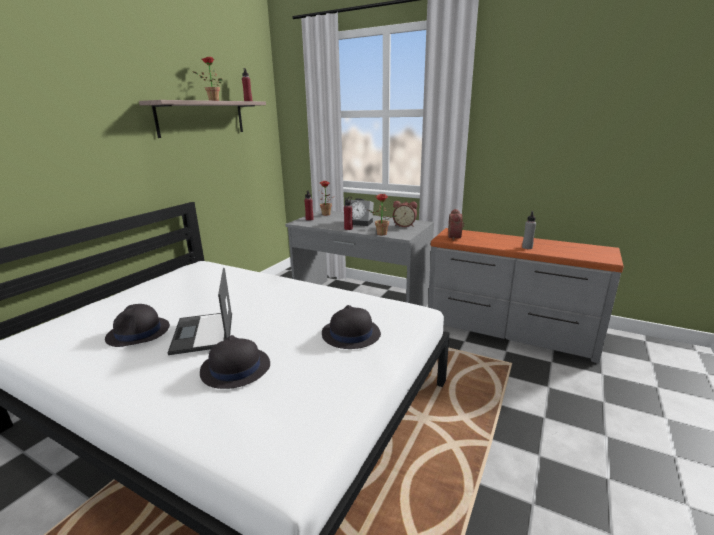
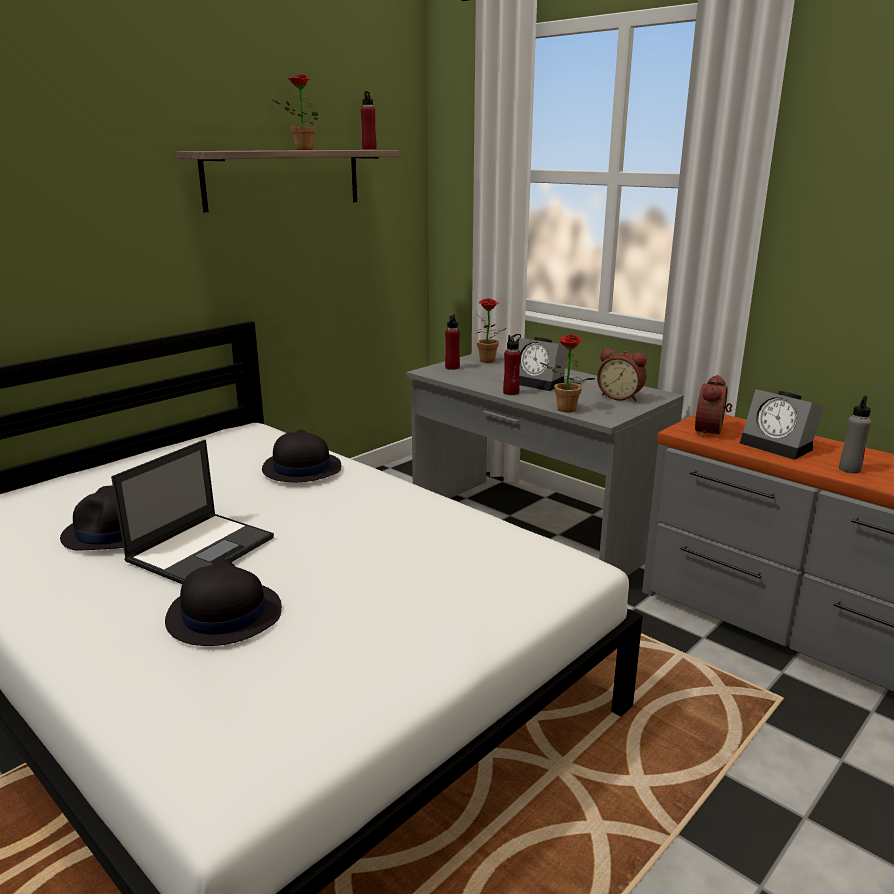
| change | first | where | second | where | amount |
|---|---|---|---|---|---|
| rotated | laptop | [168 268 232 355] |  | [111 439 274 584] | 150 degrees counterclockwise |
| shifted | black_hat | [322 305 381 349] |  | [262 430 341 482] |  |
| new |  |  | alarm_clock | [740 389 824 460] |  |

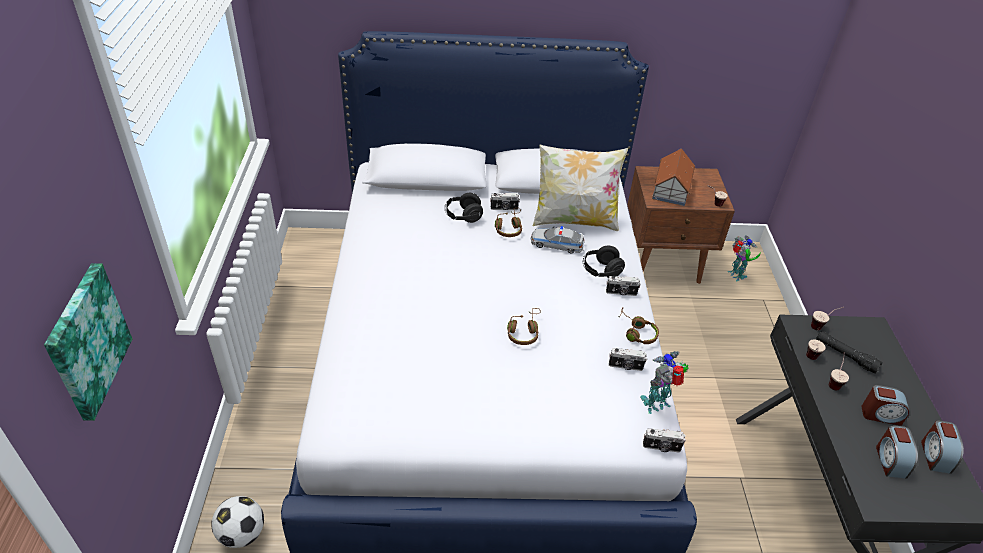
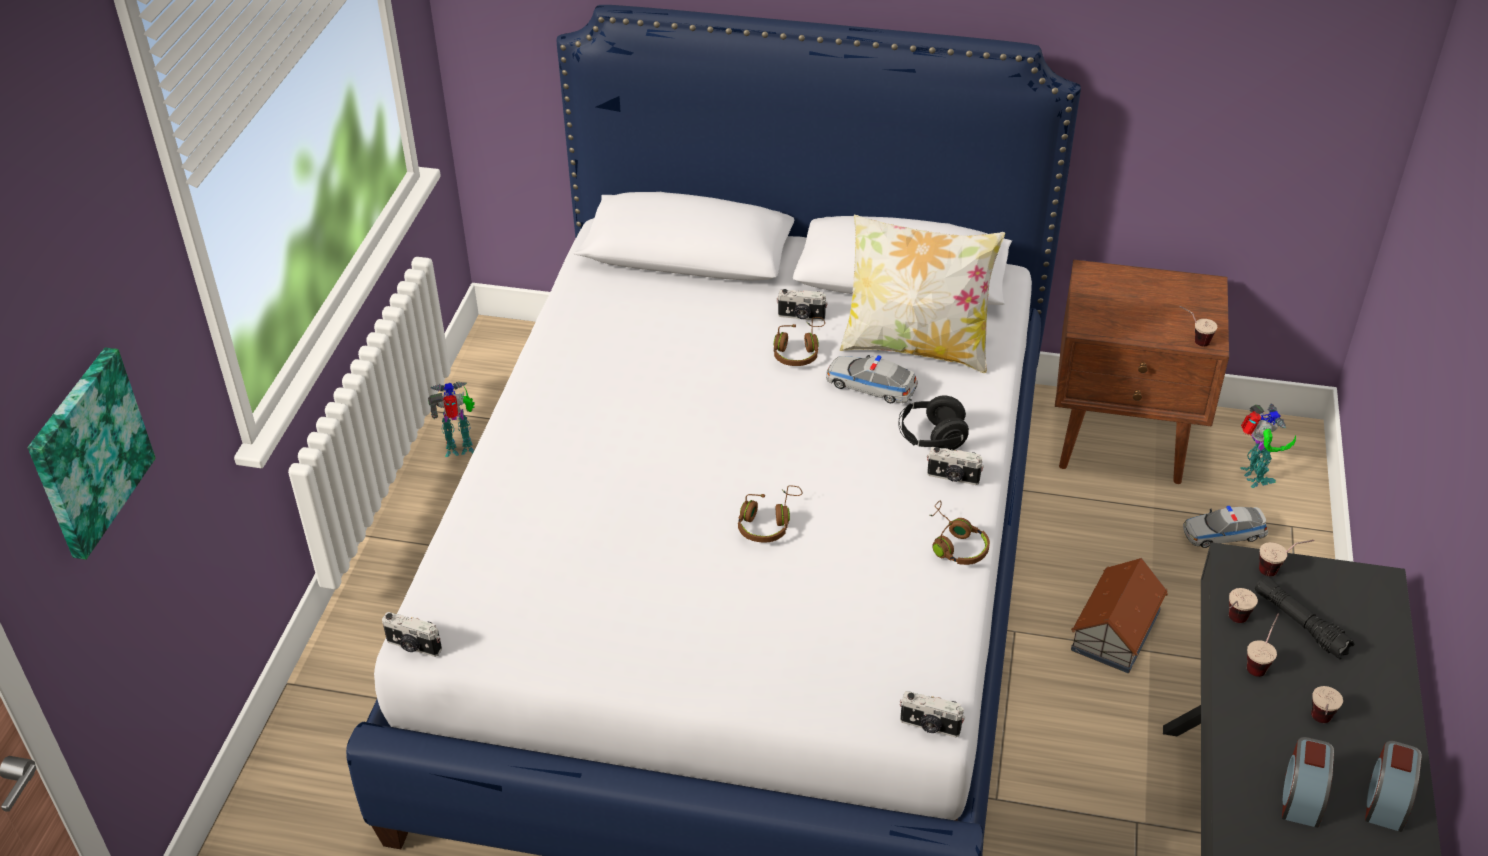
| change | first | where | second | where | amount |
|---|---|---|---|---|---|
| shifted | photo_camera | [609 348 647 371] |  | [382 612 442 657] |  |
| shifted | toy_robot | [640 351 688 414] |  | [428 382 475 457] |  |
| shifted | toy_house | [652 148 695 206] |  | [1071 558 1168 673] |  |
| new |  |  | toy_car | [1183 506 1268 548] |  |
| swapped | alarm_clock | [862 385 909 426] | cup | [1311 686 1343 723] |  |
| gone | football | [211 496 264 548] |  |  |  |
| gone | black_headphones | [445 193 483 223] |  |  |  |

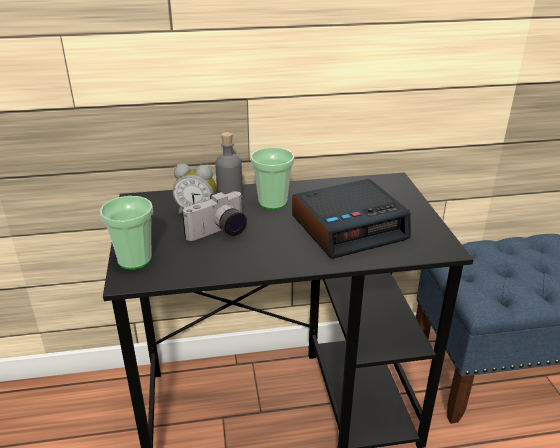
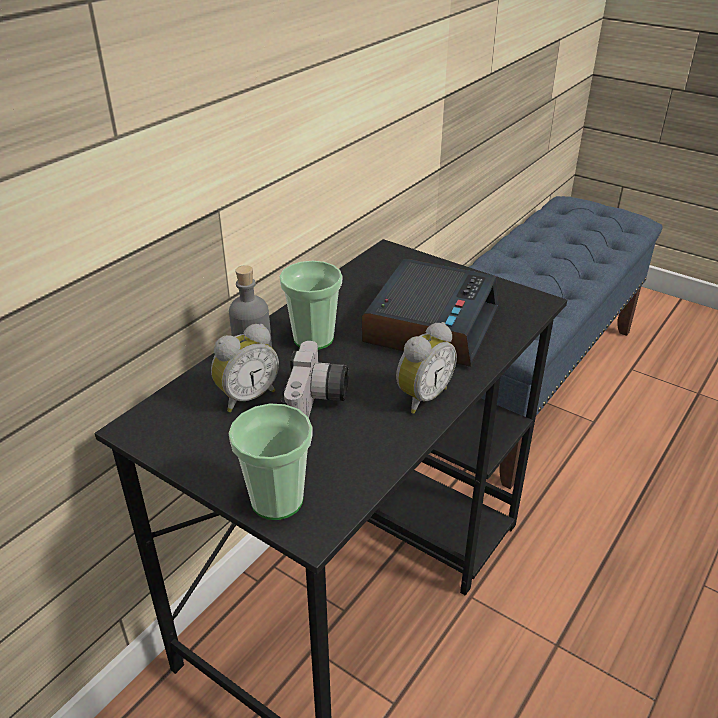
| change | first | where | second | where | amount |
|---|---|---|---|---|---|
| new |  |  | alarm_clock | [396 322 457 414] |  |

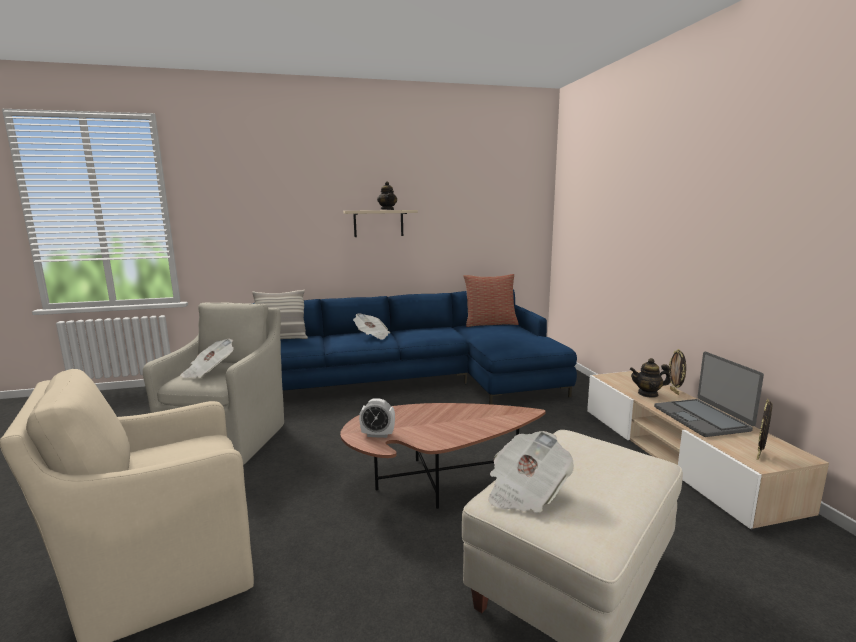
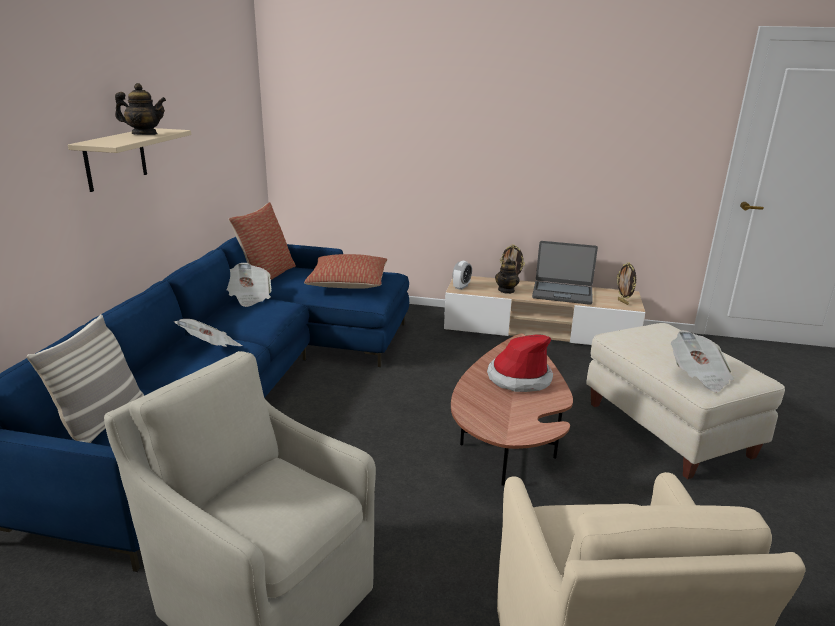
| change | first | where | second | where | amount |
|---|---|---|---|---|---|
| shifted | newspaper | [180 339 234 378] |  | [227 263 271 307] |  |
| new |  |  | pillow | [304 254 387 289] |  |
| shifted | alarm_clock | [359 398 395 438] |  | [453 261 472 290] |  |
| new |  |  | hat | [487 334 553 392] |  |

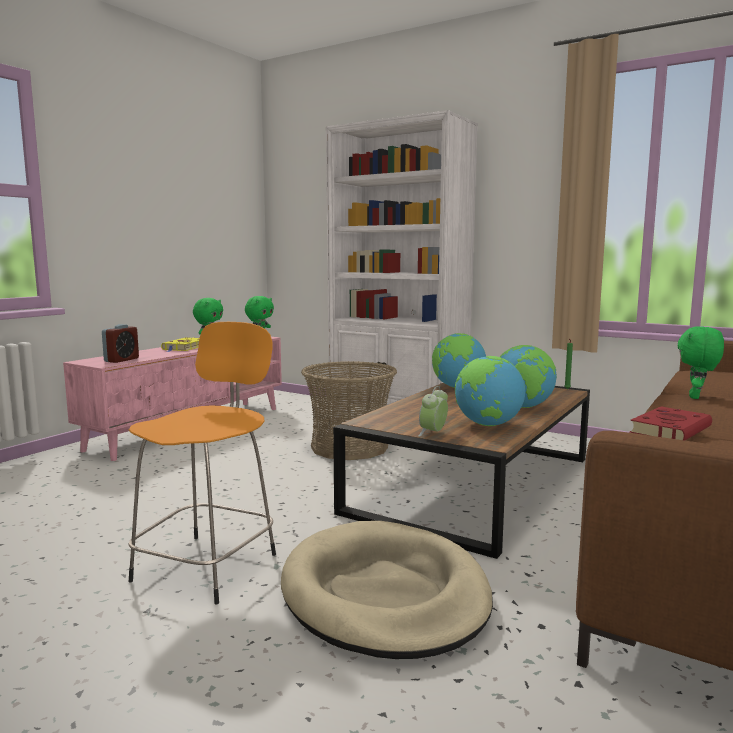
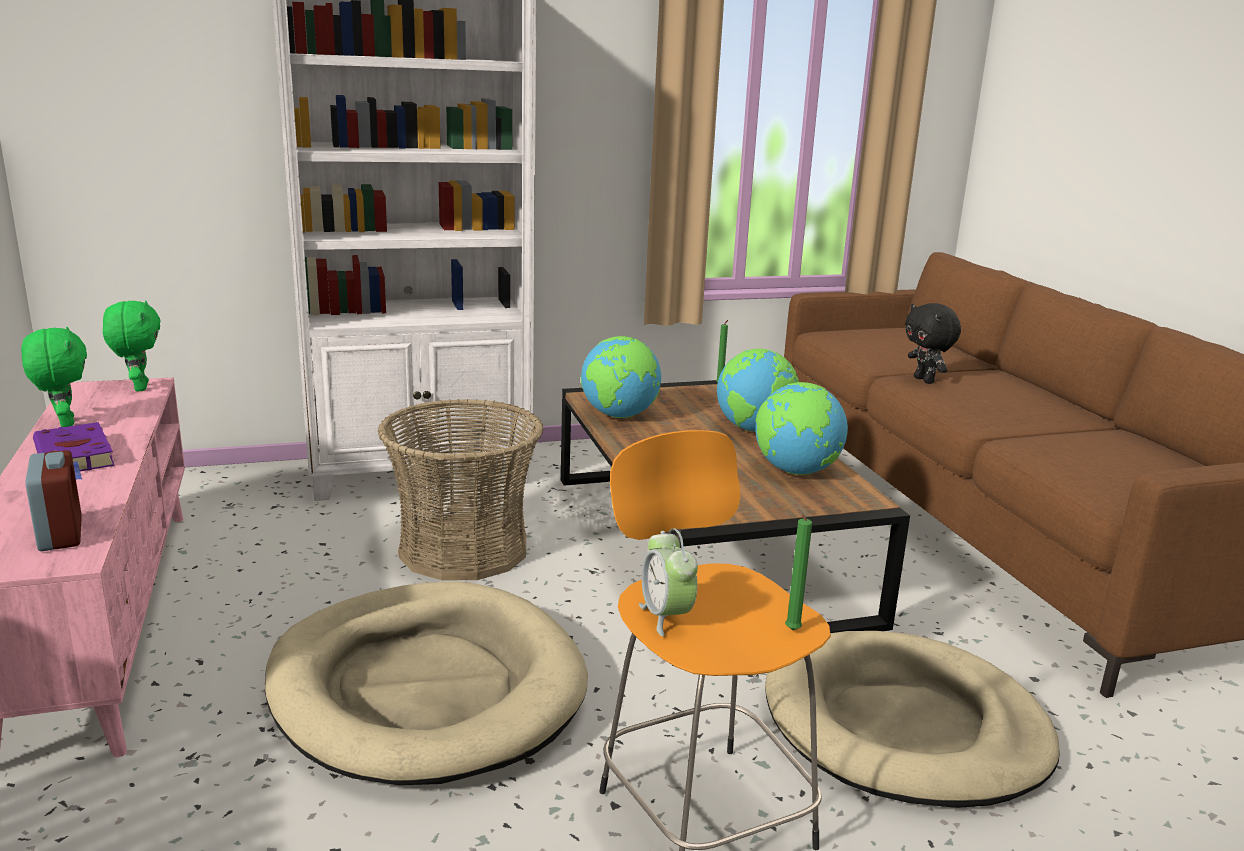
| change | first | where | second | where | amount |
|---|---|---|---|---|---|
| repainted | yellow_book | [161 337 200 352] | purple_book | [33 422 115 480] |  |
| new |  |  | beige_dog_bed | [265 581 588 785] |  |
| shifted | alarm_clock | [418 386 448 437] |  | [639 528 698 636] |  |
| new |  |  | green_candle | [785 504 812 630] |  |
| repainted | green_plush_toy | [678 326 724 399] | black_plush_toy | [905 303 961 384] |  |
| gone | red_book | [630 407 712 440] |  |  |  |

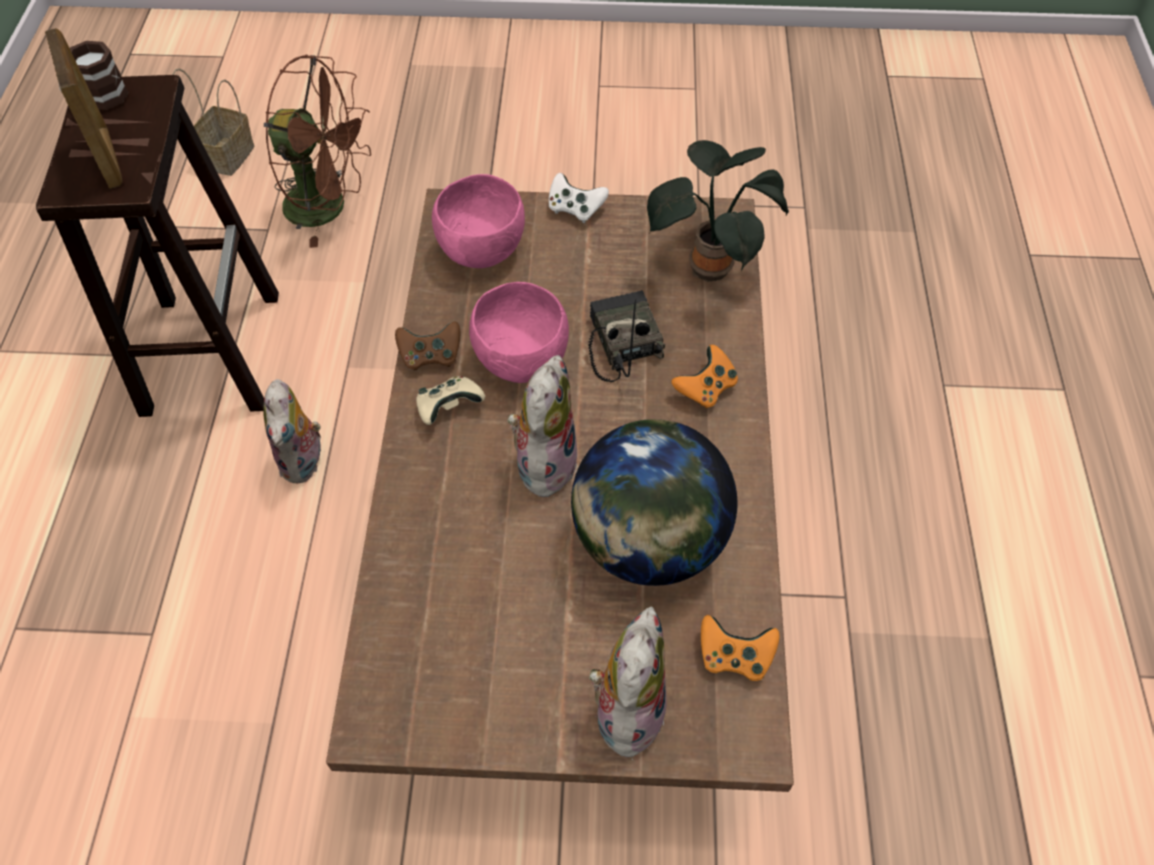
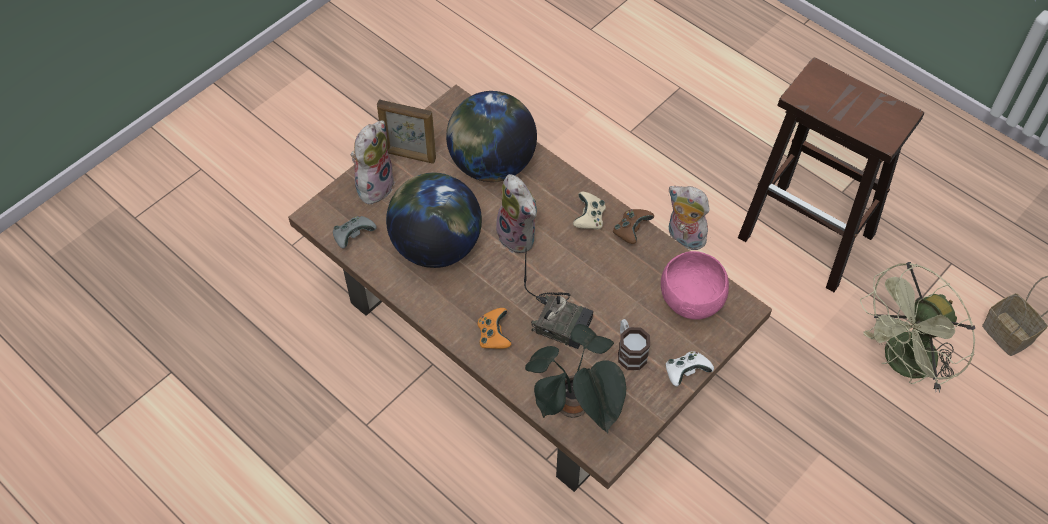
| change | first | where | second | where | amount |
|---|---|---|---|---|---|
| repainted | orange_game_controller | [701 615 779 681] | grey_game_controller | [333 216 377 248] |  |
| rotated | plush_toy | [589 606 667 762] |  | [351 121 395 206] | 120 degrees counterclockwise |
| shifted | picture_frame | [45 28 123 189] |  | [377 100 436 164] |  |
| new |  |  | globe | [446 91 537 182] |  |
| shifted | mug | [58 41 128 110] |  | [618 319 650 370] |  |
| repainted | brown_fan | [264 55 371 248] | green_fan | [860 262 975 393] |  |
| gone | pink_bowl | [469 282 569 383] |  |  |  |

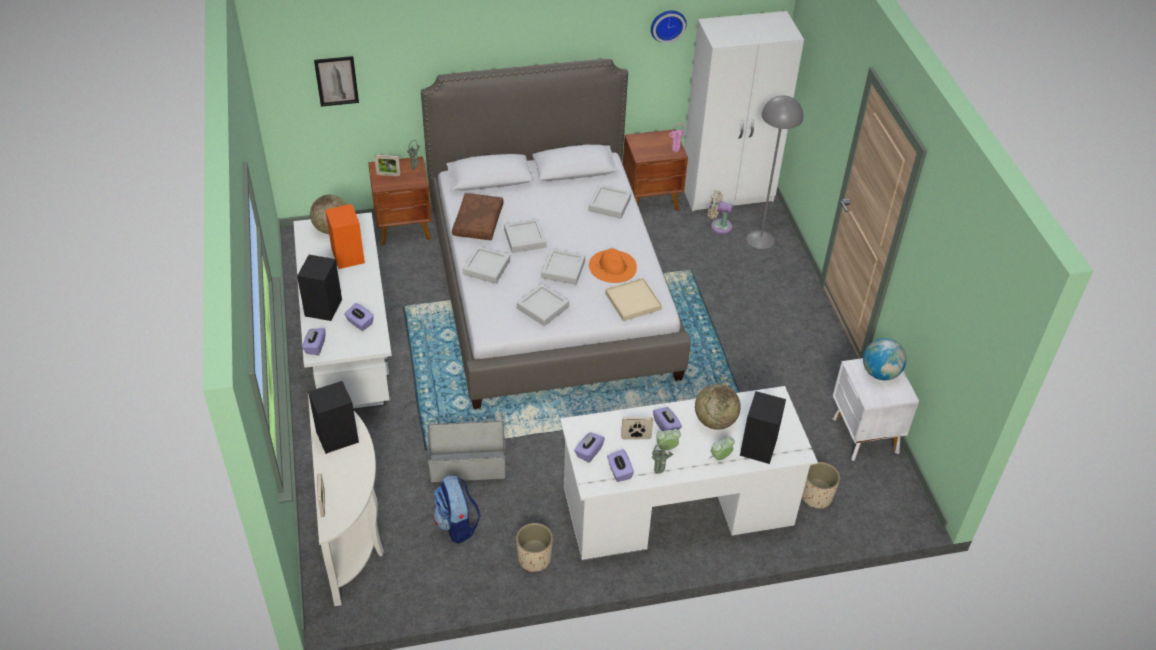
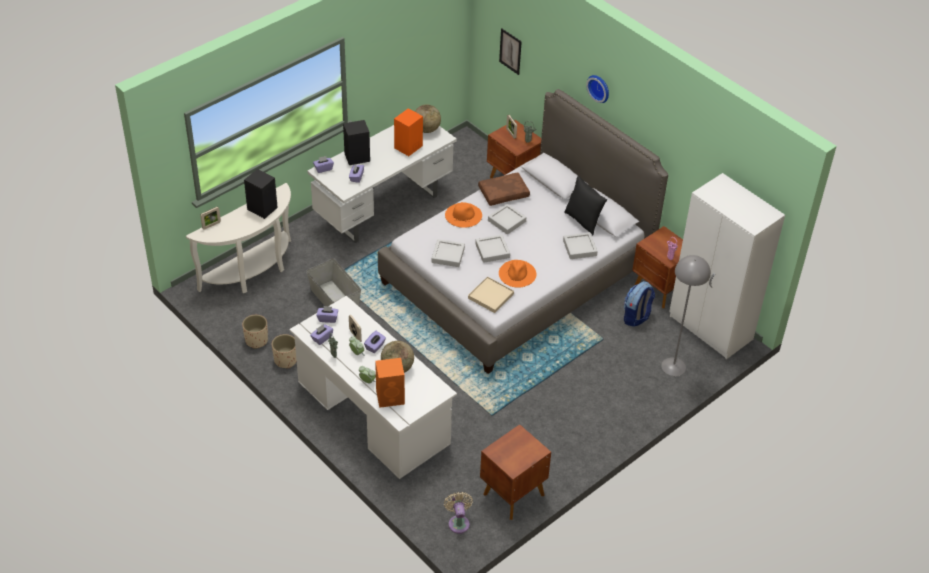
| change | first | where | second | where | amount |
|---|---|---|---|---|---|
| shifted | beige_planter | [802 462 840 508] |  | [242 315 268 349] |  |
| repainted | black_speaker | [740 391 786 464] | orange_speaker | [375 358 405 408] |  |
| shifted | beige_fan | [708 191 733 234] |  | [444 492 473 534] |  |
| swapped | grey_tray | [463 246 510 284] | orange_hat | [445 202 482 228] |  |
| repainted | white_nightstand | [833 358 919 461] | brown_nightstand | [480 424 551 520] |  |
| new |  |  | black_pillow | [564 176 607 235] |  |
| shifted | wall_clock | [651 10 687 43] |  | [586 75 609 103] |  |
| shifted | backpack | [433 475 481 544] |  | [624 281 655 327] |  |
| gone | globe | [863 338 906 380] |  |  |  |

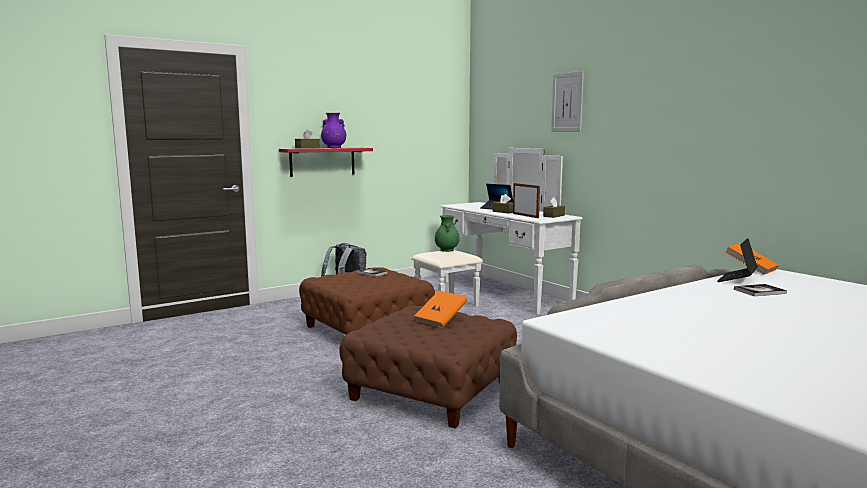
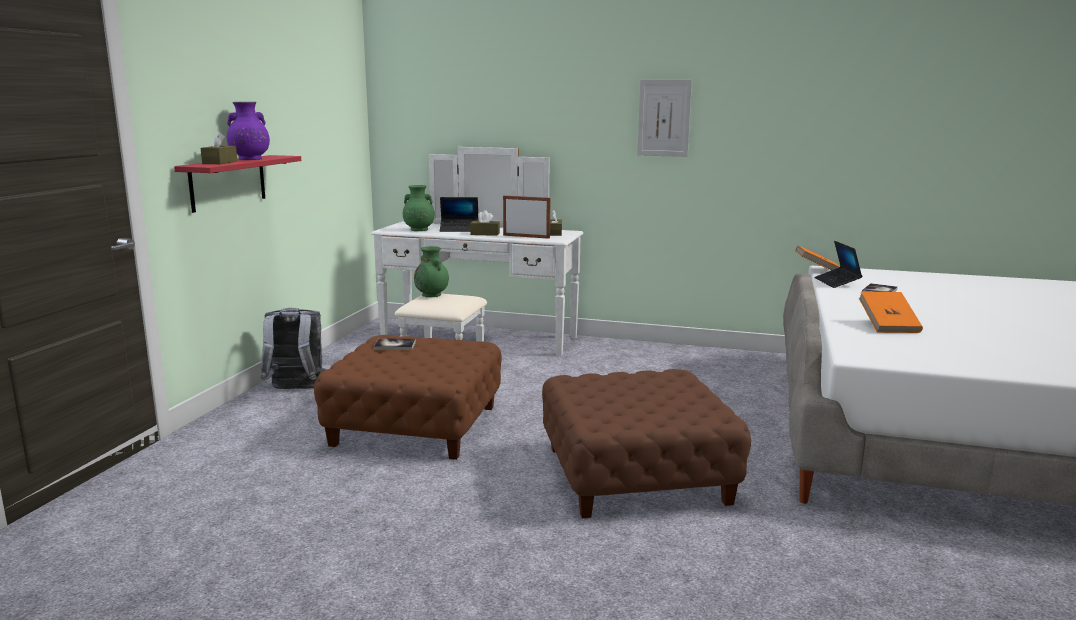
| change | first | where | second | where | amount |
|---|---|---|---|---|---|
| new |  |  | green_vase | [403 185 435 231] |  |
| shifted | picture | [551 71 584 132] |  | [637 80 692 157] |  |
| shifted | orange_book | [414 291 467 328] |  | [859 292 923 333] |  |

